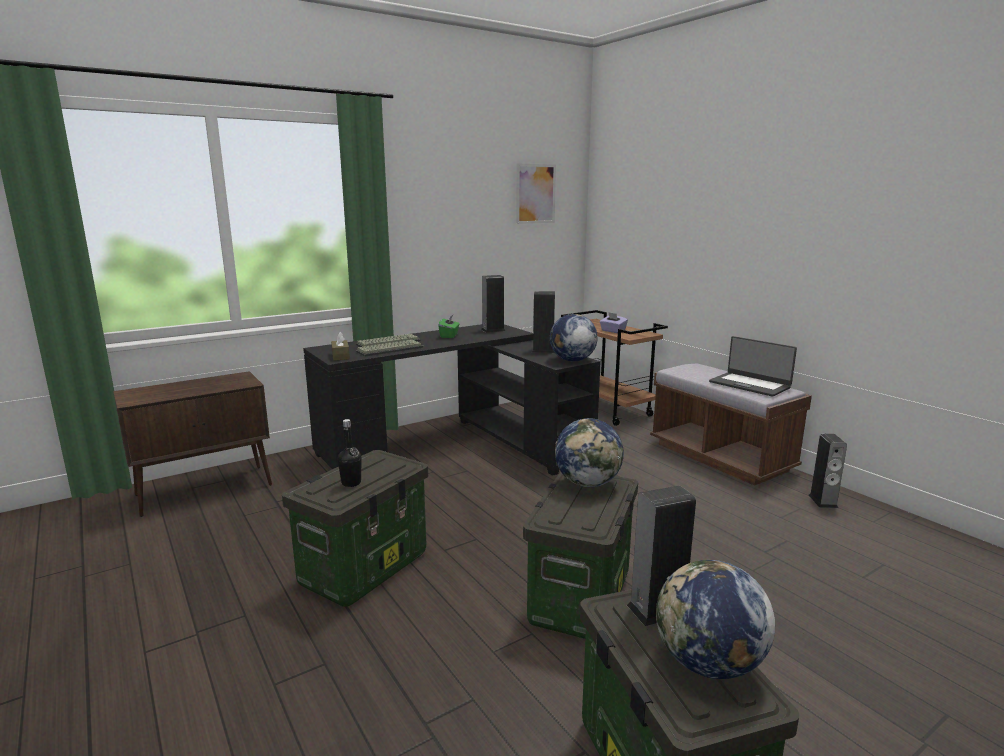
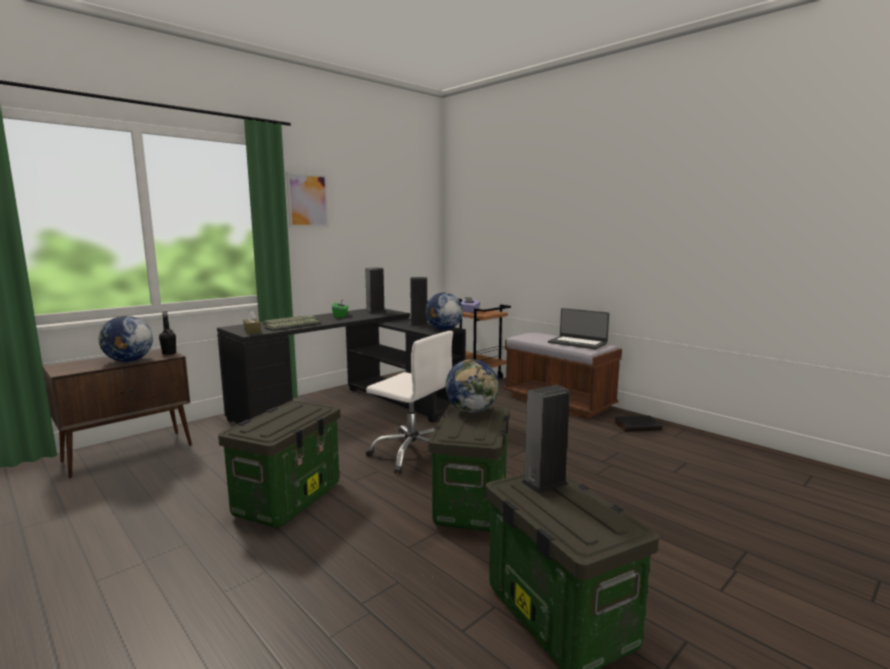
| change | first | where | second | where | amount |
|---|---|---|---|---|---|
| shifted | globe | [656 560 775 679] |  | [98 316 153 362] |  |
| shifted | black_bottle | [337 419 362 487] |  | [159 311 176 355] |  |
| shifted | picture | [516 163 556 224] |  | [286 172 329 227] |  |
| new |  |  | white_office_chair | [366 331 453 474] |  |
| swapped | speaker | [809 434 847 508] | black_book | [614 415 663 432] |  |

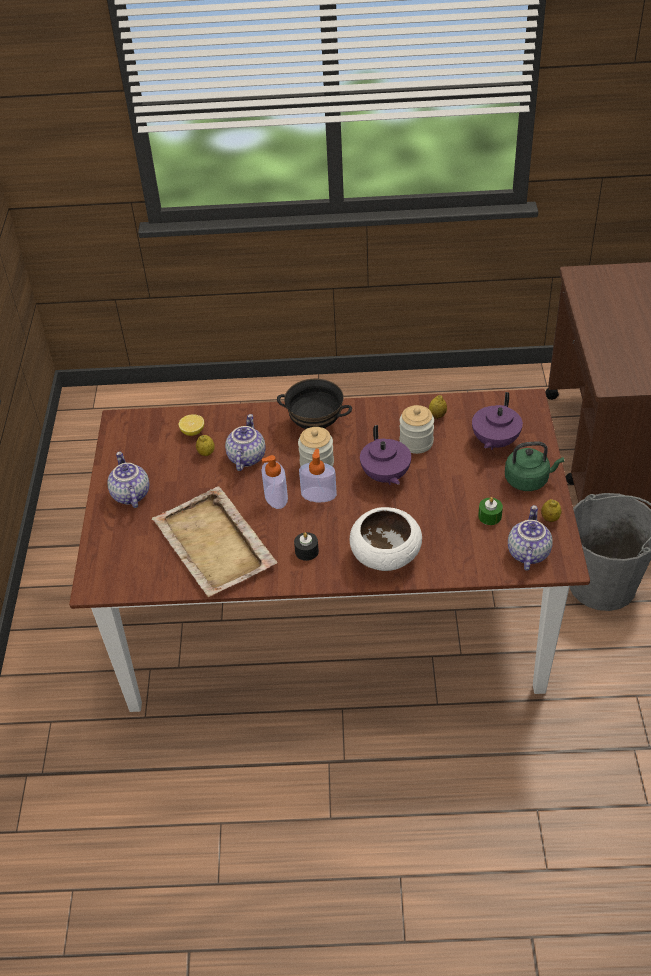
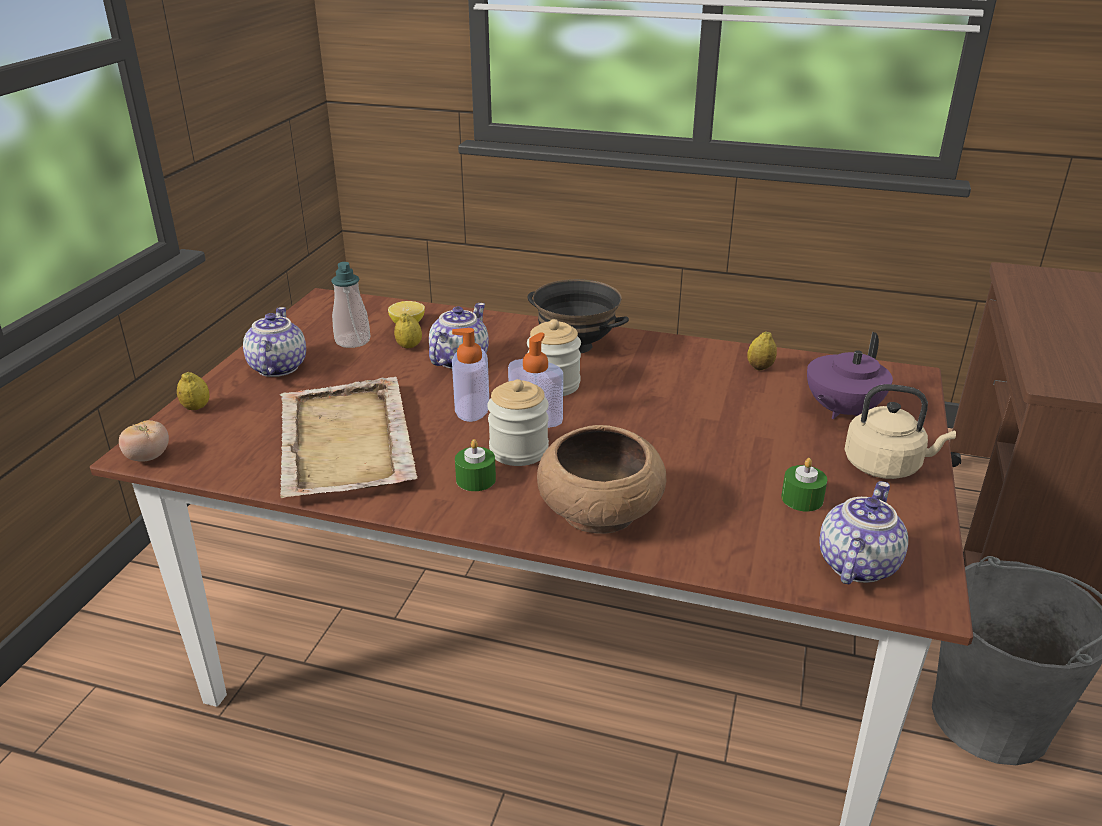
| change | first | where | second | where | amount |
|---|---|---|---|---|---|
| new |  |  | tomato | [119 420 169 462] |  |
| shifted | lemon | [541 499 561 522] |  | [177 372 210 410] |  |
| new |  |  | soap_dispenser | [331 262 370 348] |  |
| repainted | black_candle | [294 532 319 561] | green_candle | [455 439 496 491] |  |
| shifted | jar | [400 405 434 454] |  | [487 379 549 466] |  |
| repainted | white_bowl | [350 507 422 571] | brown_bowl | [537 425 666 534] |  |
| repainted | green_kettle | [505 441 564 491] | beige_kettle | [844 384 956 479] |  |
| gone | purple_teapot | [360 425 411 485] |  |  |  |

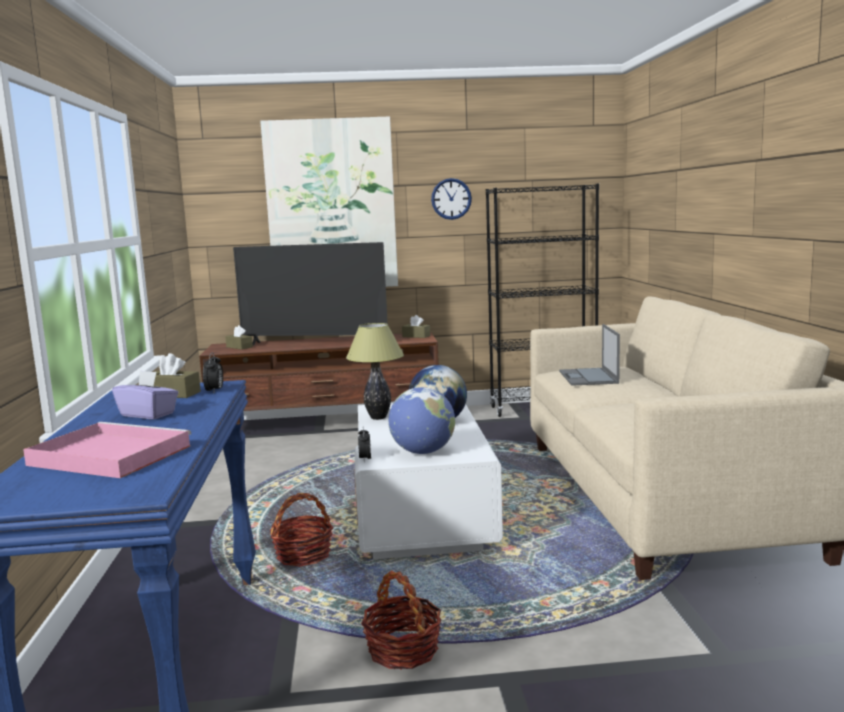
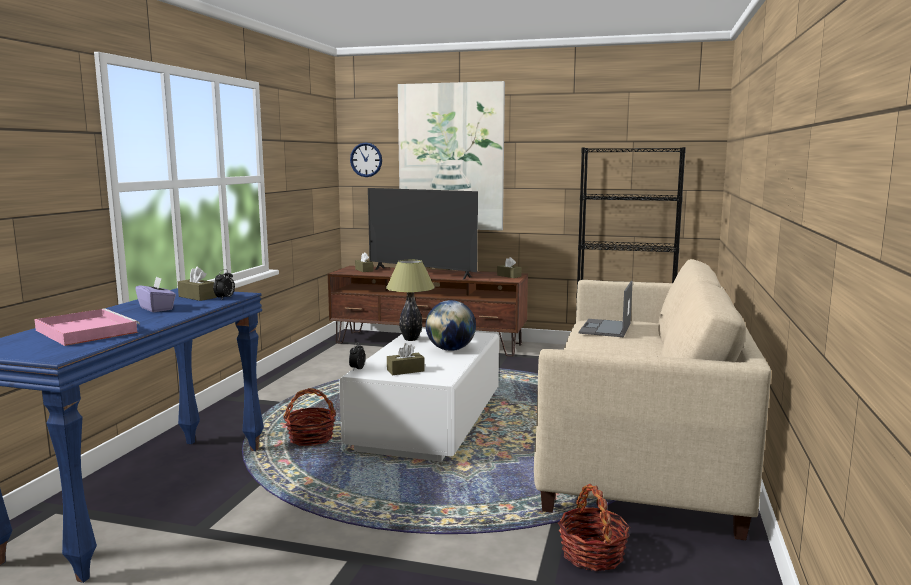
| change | first | where | second | where | amount |
|---|---|---|---|---|---|
| shifted | wall_clock | [431 178 472 220] |  | [350 143 382 177] |  |
| swapped | globe | [388 387 455 454] | brown_tissue_box | [387 343 425 375] |  |
| shifted | basket | [361 571 442 670] |  | [558 484 631 571] |  |

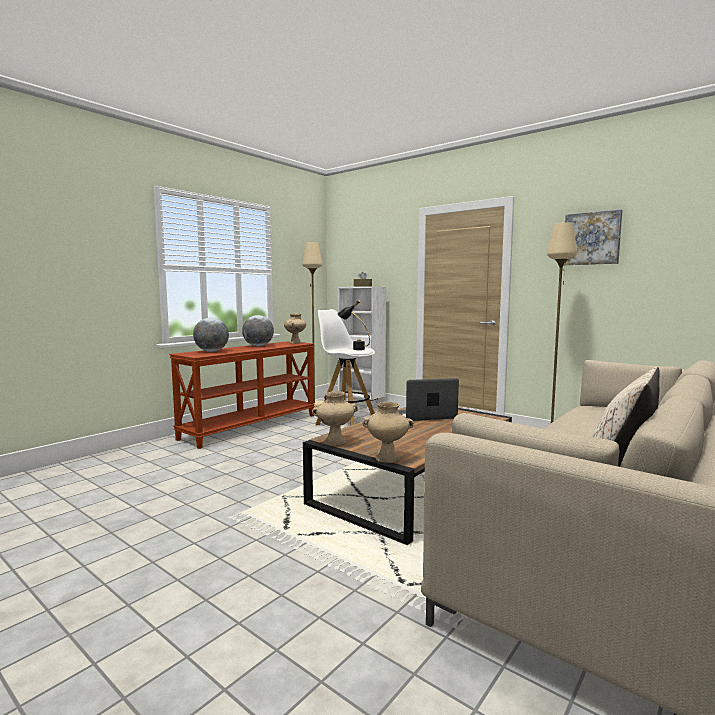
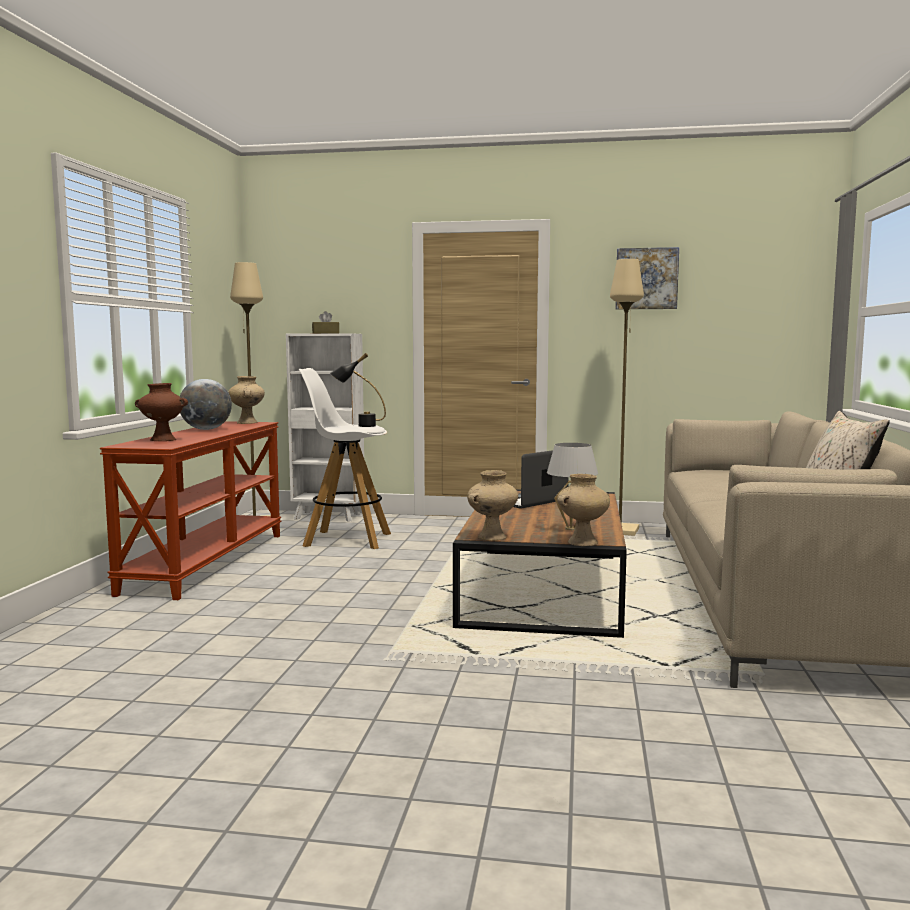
| change | first | where | second | where | amount |
|---|---|---|---|---|---|
| swapped | globe | [193 317 229 352] | brown_vase | [135 383 188 441] |  |
| new |  |  | white_table_lamp | [547 443 598 530] |  |

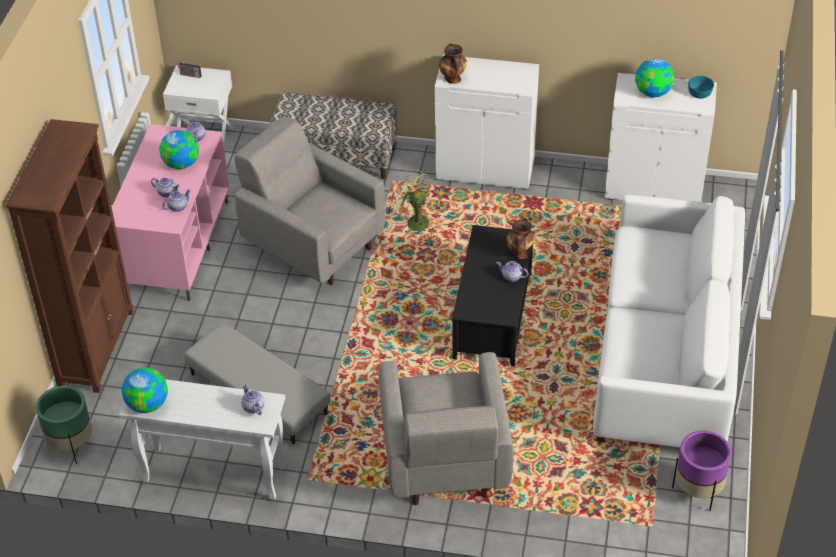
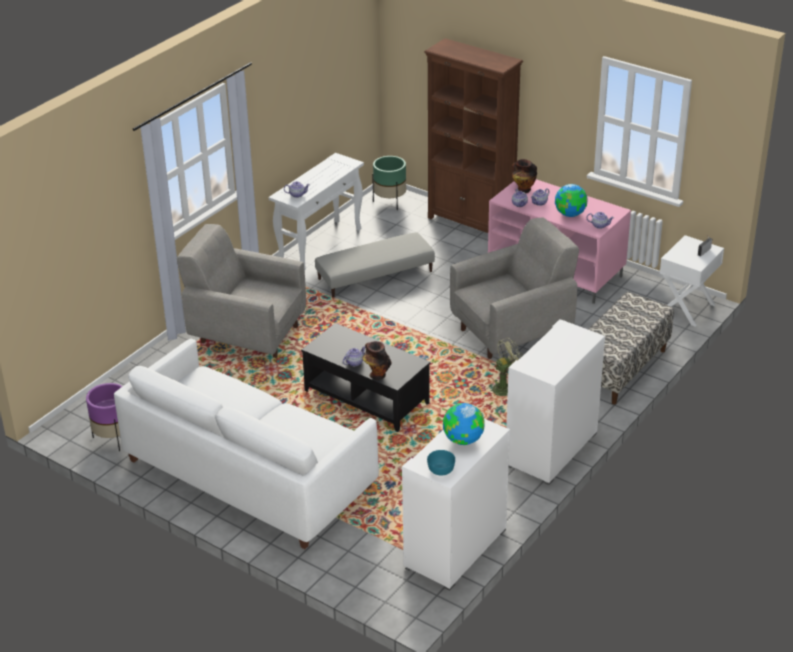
| change | first | where | second | where | amount |
|---|---|---|---|---|---|
| shifted | vase | [439 44 467 84] |  | [512 159 537 193] |  |
| gone | globe | [121 367 168 413] |  |  |  |

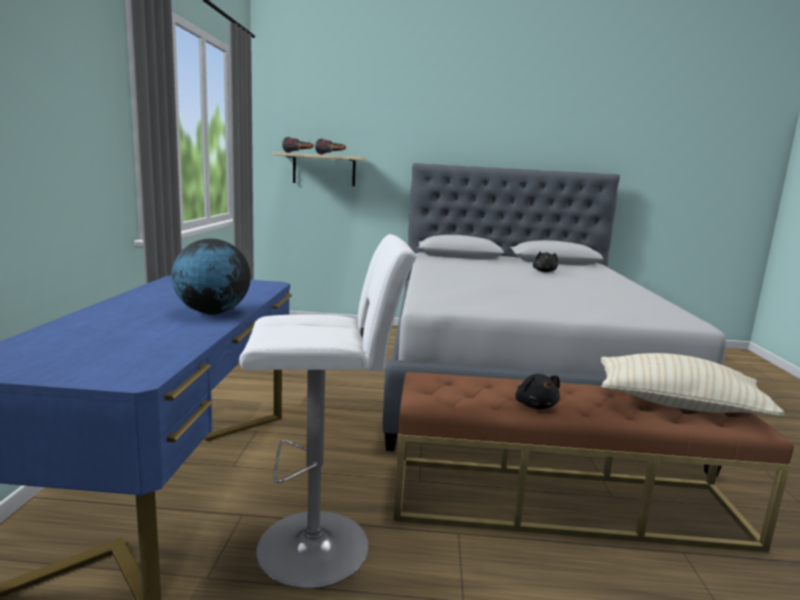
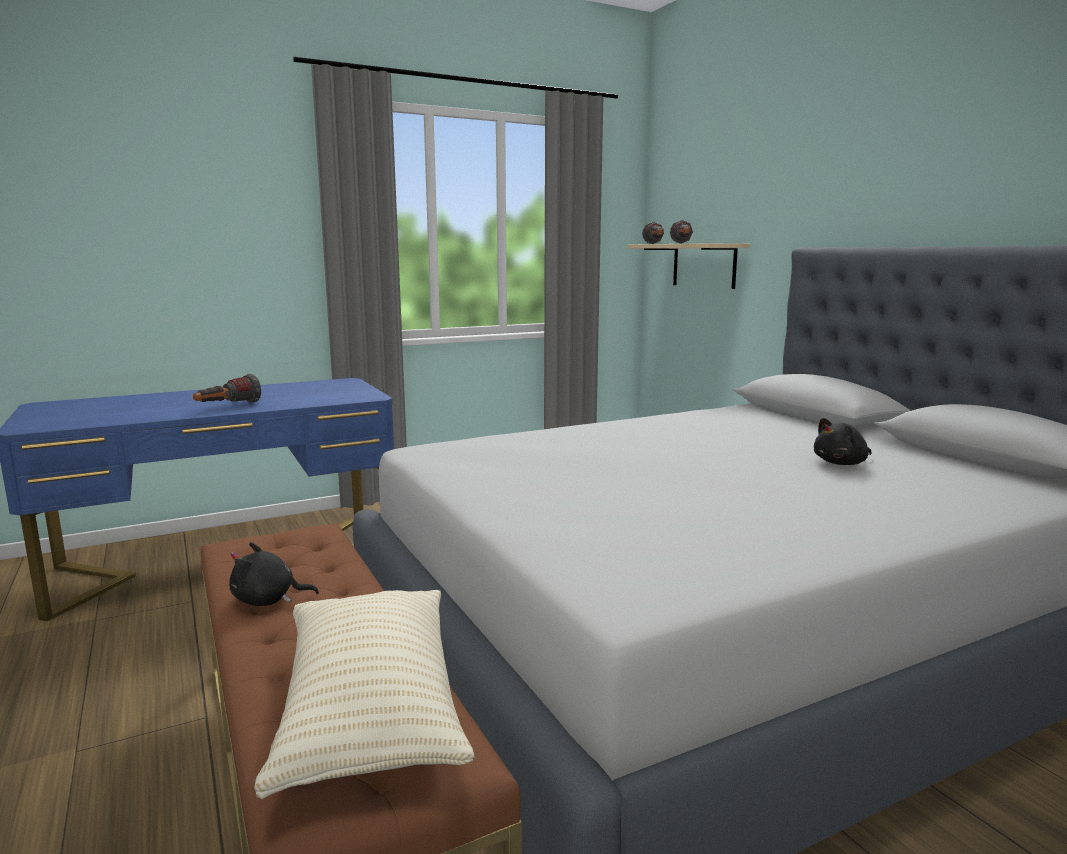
| change | first | where | second | where | amount |
|---|---|---|---|---|---|
| swapped | globe | [171 239 251 315] | flashlight | [193 374 261 403] |  |
| rotated | black_plush_toy | [515 374 560 409] |  | [229 542 319 606] | 45 degrees clockwise |
| gone | white_stool | [239 234 417 589] |  |  |  |

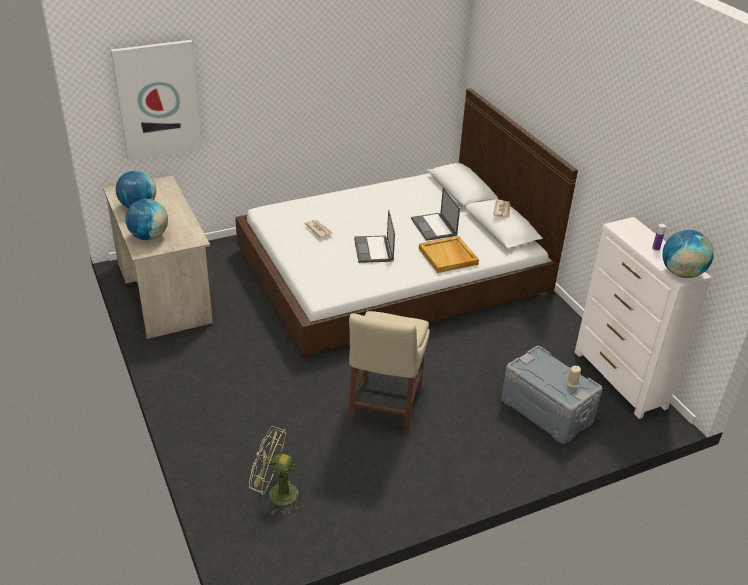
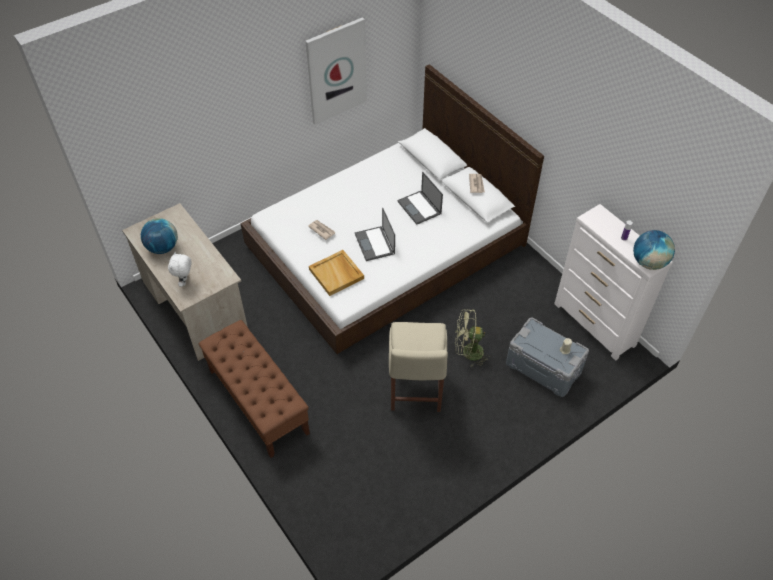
| change | first | where | second | where | amount |
|---|---|---|---|---|---|
| swapped | globe | [125 199 168 240] | white_plush_toy | [168 252 192 287] |  |
| new |  |  | brown_bench | [199 320 310 458] |  |
| shifted | picture | [111 40 202 161] |  | [305 17 367 125] |  |
| shifted | beige_tray | [419 236 479 273] |  | [309 250 364 296] |  |
| shifted | green_fan | [249 426 304 515] |  | [455 309 490 367] |  |

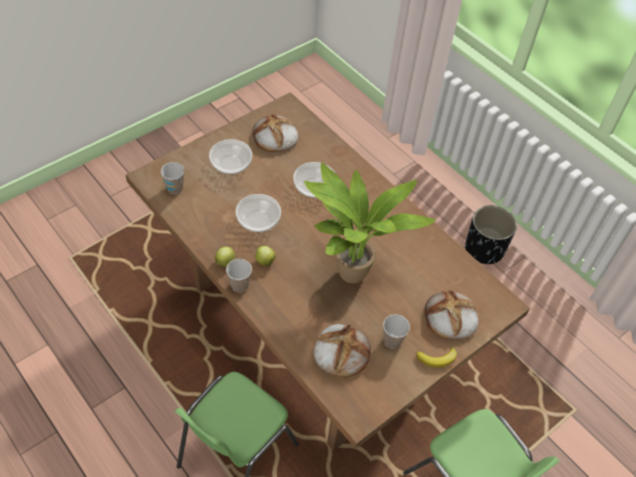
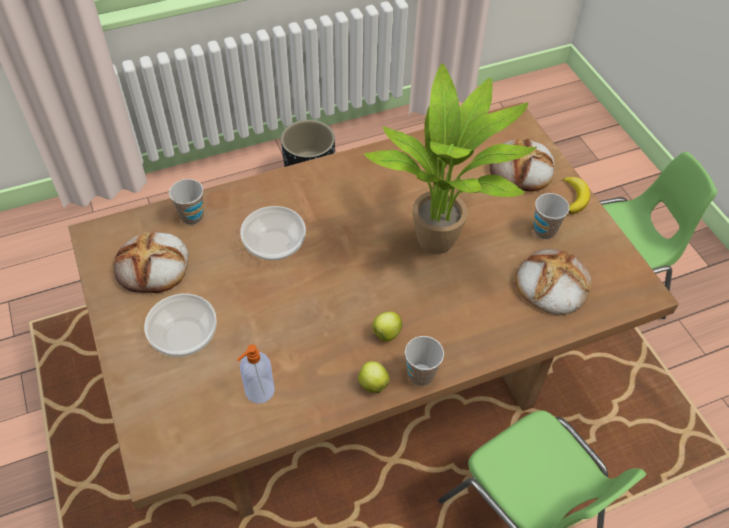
| change | first | where | second | where | amount |
|---|---|---|---|---|---|
| shifted | cup | [161 162 185 194] |  | [169 179 204 225] |  |
| new |  |  | soap_dispenser | [237 344 275 404] |  |
| gone | bowl | [236 194 281 232] |  |  |  |

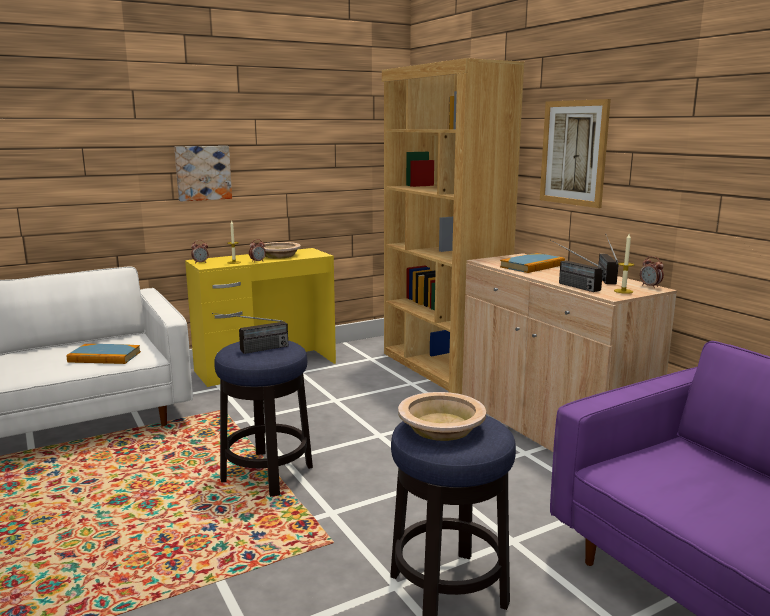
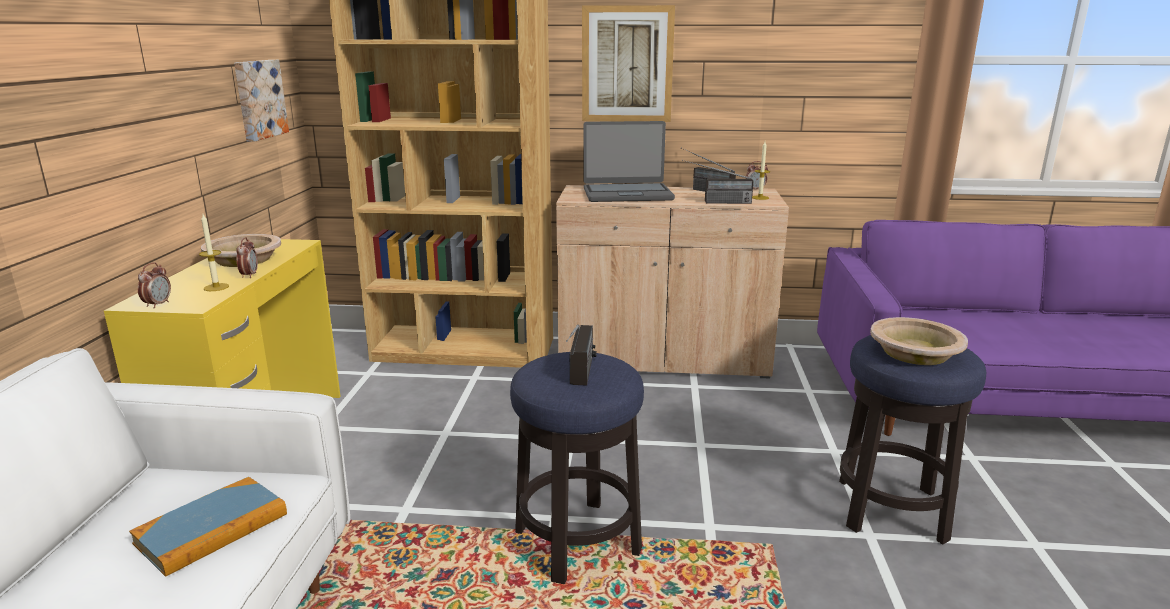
| change | first | where | second | where | amount |
|---|---|---|---|---|---|
| shifted | picture | [174 146 232 202] |  | [234 60 289 142] |  |
| swapped | book | [500 253 565 273] | laptop | [583 121 675 202] |  |

